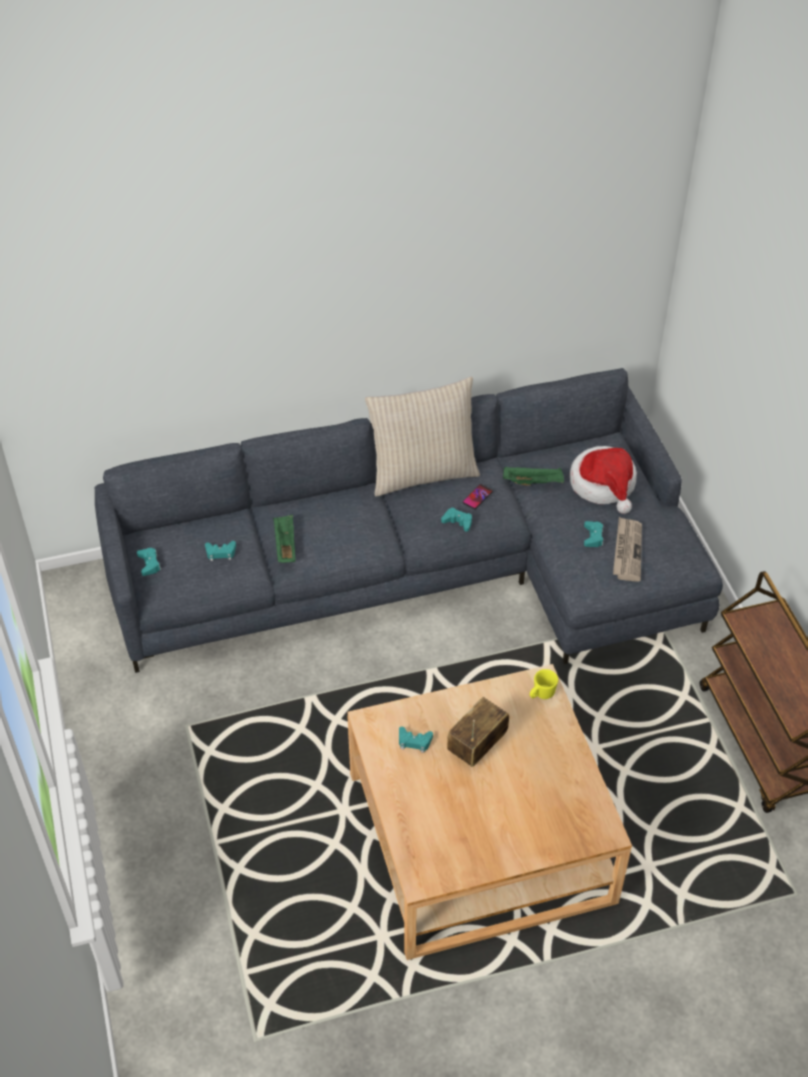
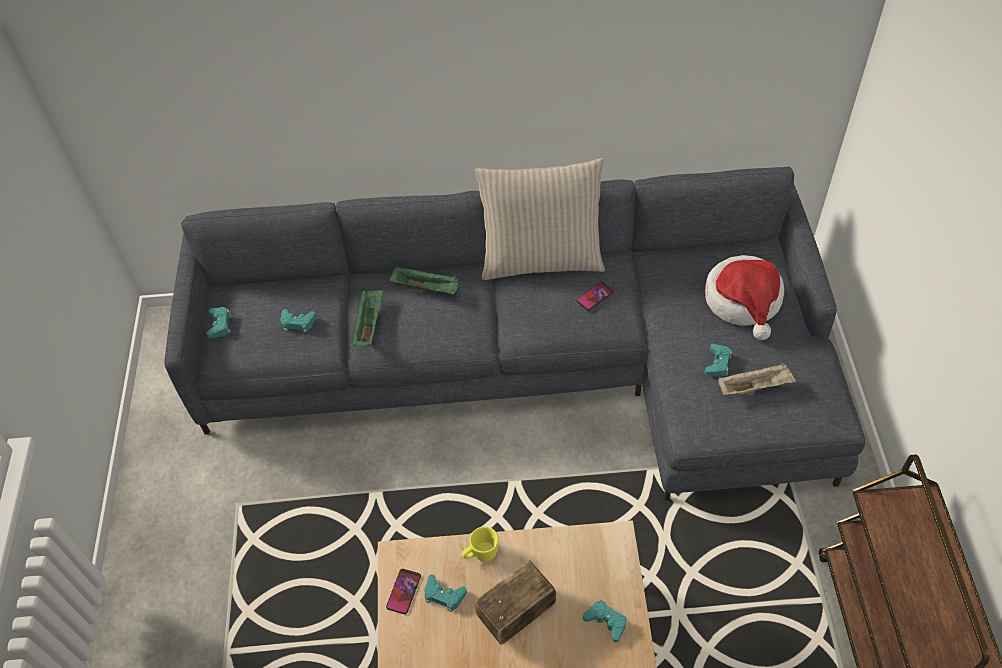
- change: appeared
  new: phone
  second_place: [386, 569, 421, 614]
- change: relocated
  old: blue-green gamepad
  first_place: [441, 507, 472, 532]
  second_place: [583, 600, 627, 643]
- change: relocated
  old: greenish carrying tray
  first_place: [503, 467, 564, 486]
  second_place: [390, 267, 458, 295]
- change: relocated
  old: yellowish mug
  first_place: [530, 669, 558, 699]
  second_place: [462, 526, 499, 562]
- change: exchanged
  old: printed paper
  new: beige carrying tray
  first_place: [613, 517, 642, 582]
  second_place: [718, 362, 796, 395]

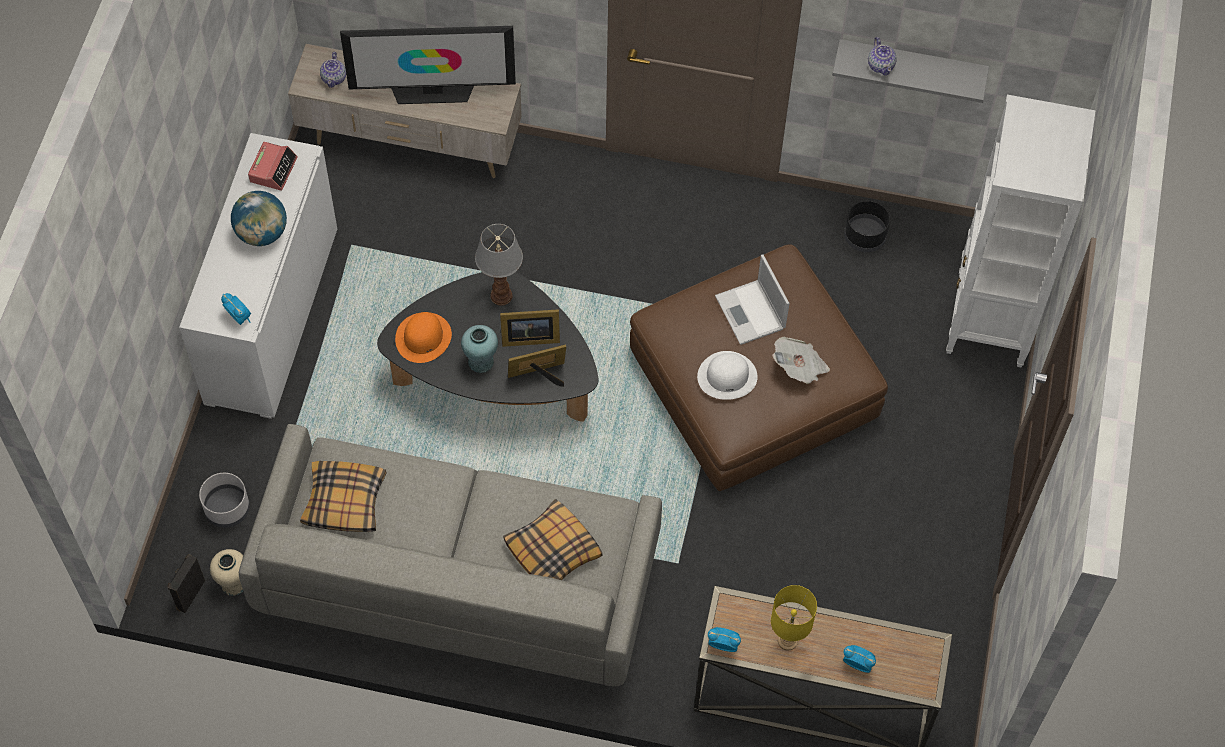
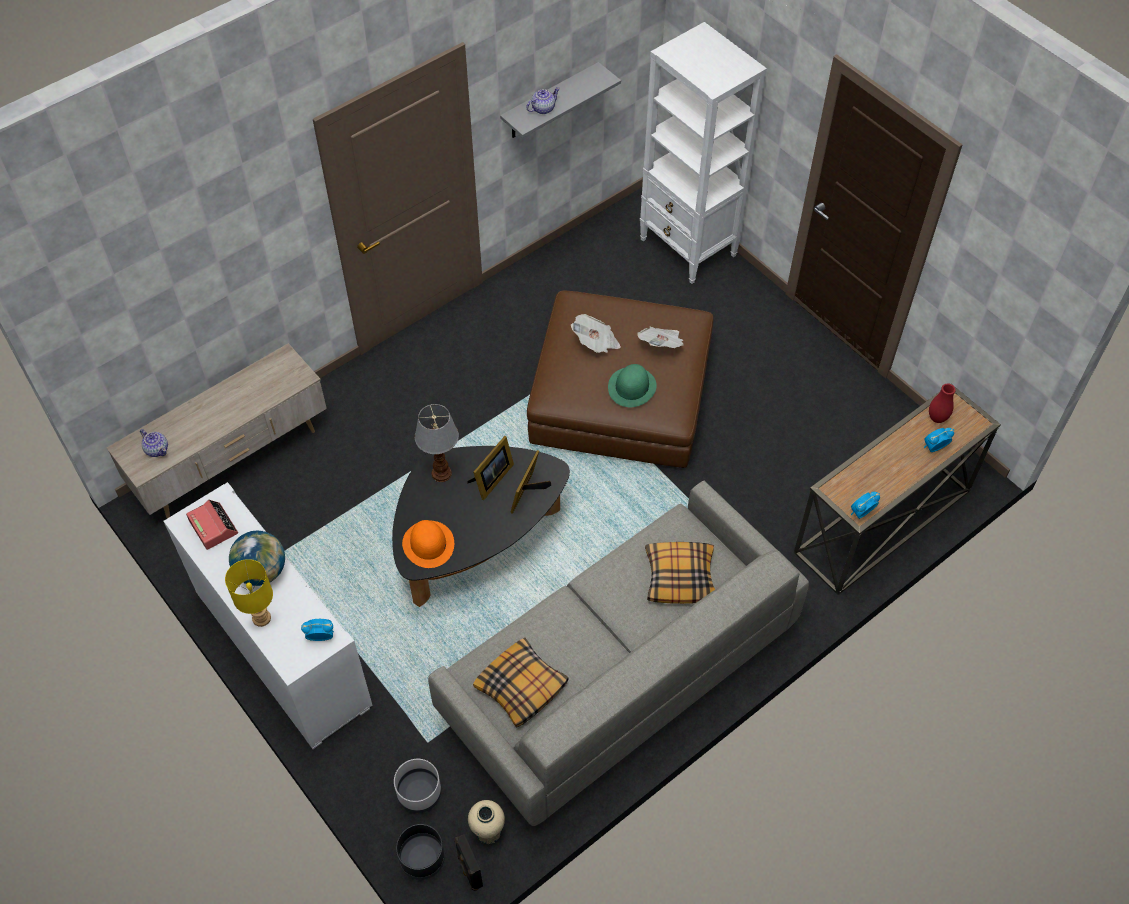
- change: missing
  old: TV
  first_place: [340, 26, 516, 104]
- change: missing
  old: blue-green decorative vase
  first_place: [461, 325, 498, 373]
- change: appeared
  new: reddish decorative vase
  second_place: [929, 383, 956, 423]
- change: relocated
  old: yellowish lamp for a table
  first_place: [771, 585, 817, 650]
  second_place: [225, 559, 273, 627]
- change: relocated
  old: black planter
  first_place: [844, 201, 890, 252]
  second_place: [396, 824, 445, 880]
- change: exchanged
  old: notebook computer
  new: printed paper
  first_place: [715, 255, 790, 345]
  second_place: [571, 314, 621, 353]
- change: colour
  old: white wearable hat
  new: greenish wearable hat
  first_place: [697, 351, 758, 400]
  second_place: [608, 364, 657, 407]
- change: spun
  old: tea pot
  first_place: [868, 37, 897, 76]
  second_place: [526, 87, 560, 114]
  degrees: -60

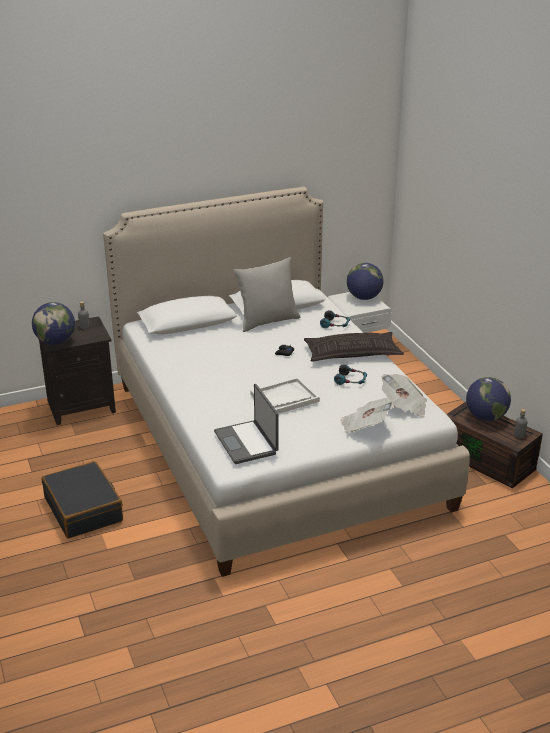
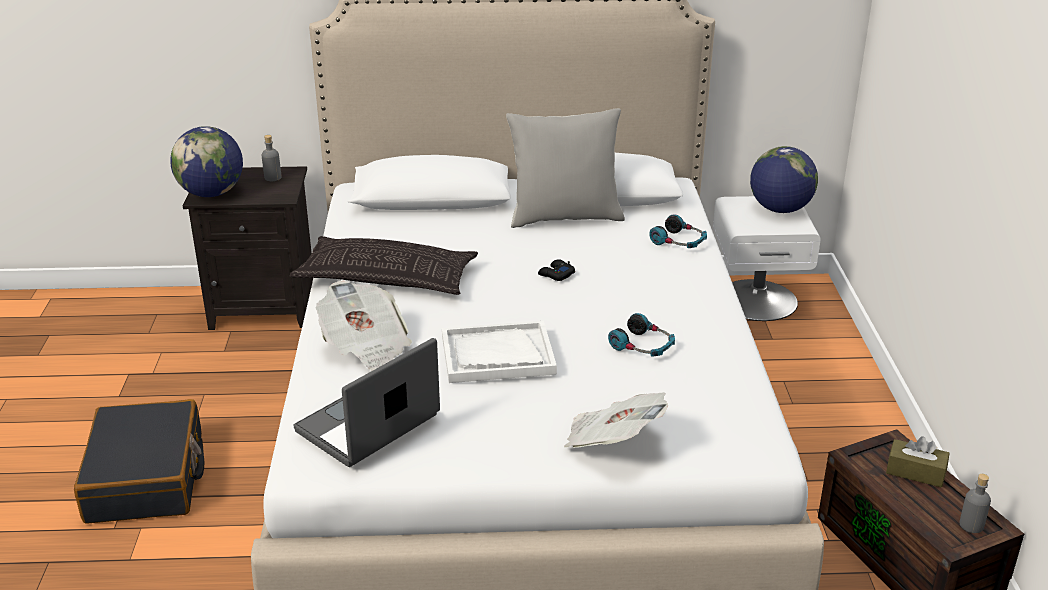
- change: relocated
  old: pillow
  first_place: [304, 332, 404, 362]
  second_place: [289, 236, 478, 295]
- change: relocated
  old: printed paper
  first_place: [382, 374, 427, 417]
  second_place: [316, 280, 412, 371]
- change: exchanged
  old: desk globe
  new: brown-coloured box of tissues
  first_place: [466, 377, 511, 421]
  second_place: [886, 436, 950, 487]
- change: spun
  old: notebook computer
  first_place: [214, 384, 279, 464]
  second_place: [293, 338, 440, 467]
  degrees: 45

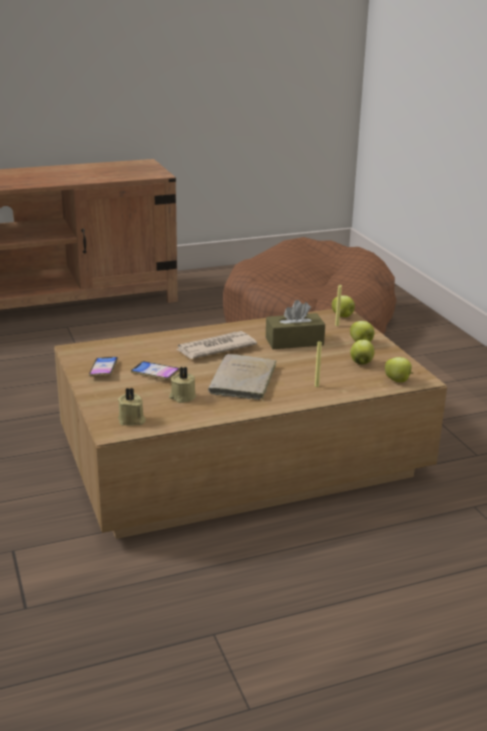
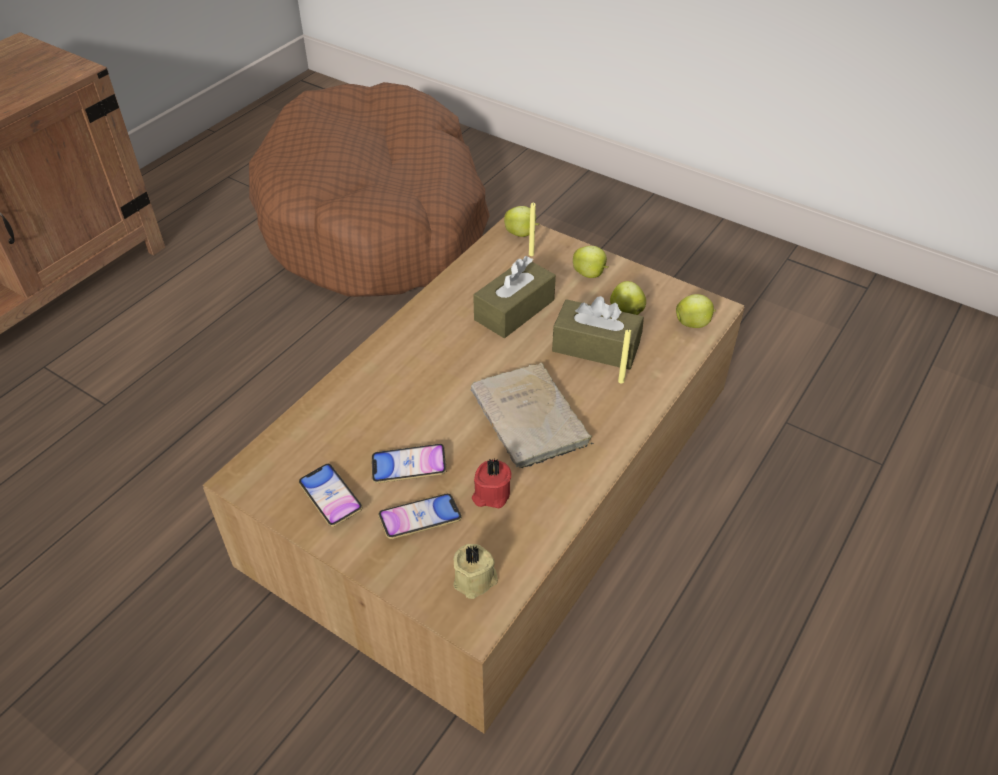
- change: missing
  old: printed paper
  first_place: [176, 331, 257, 359]
- change: appeared
  new: phone
  second_place: [378, 494, 462, 539]
- change: appeared
  new: brown-coloured box of tissues
  second_place: [552, 296, 644, 370]
- change: colour
  old: beige candle
  new: reddish candle
  first_place: [169, 367, 196, 403]
  second_place: [472, 459, 511, 509]

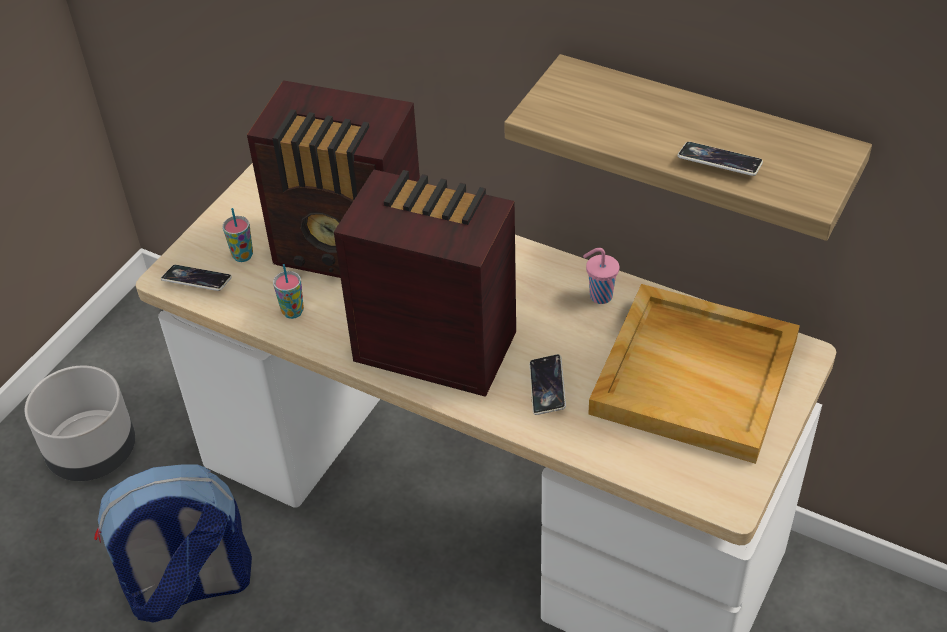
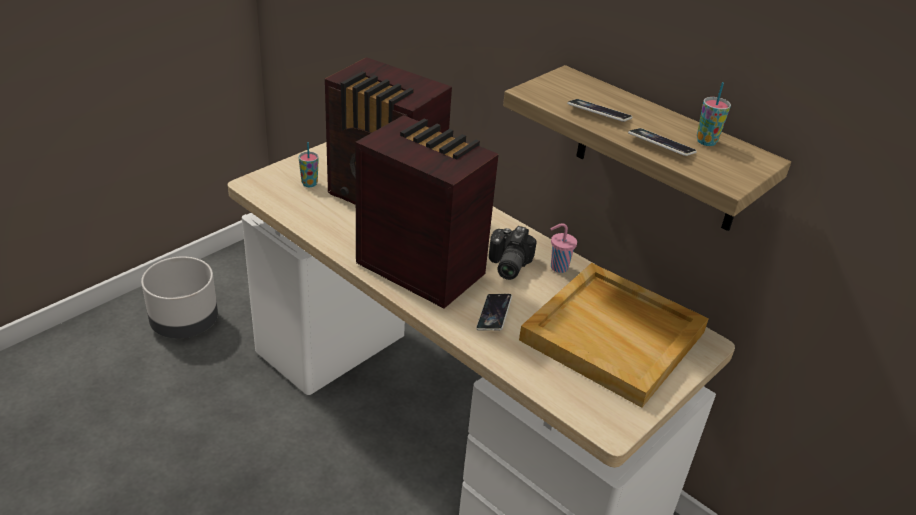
- change: missing
  old: backpack
  first_place: [94, 464, 252, 623]
- change: appeared
  new: still camera
  second_place: [489, 226, 537, 280]
- change: relocated
  old: phone
  first_place: [161, 265, 232, 291]
  second_place: [567, 99, 632, 122]
- change: relocated
  old: small cup
  first_place: [273, 264, 304, 319]
  second_place: [697, 82, 731, 146]

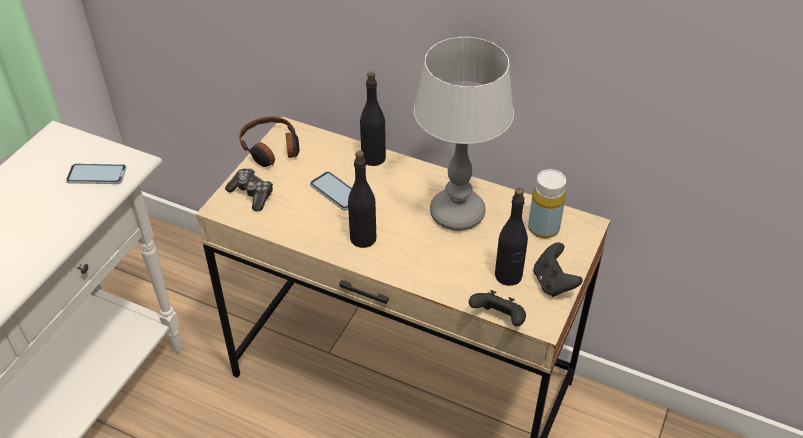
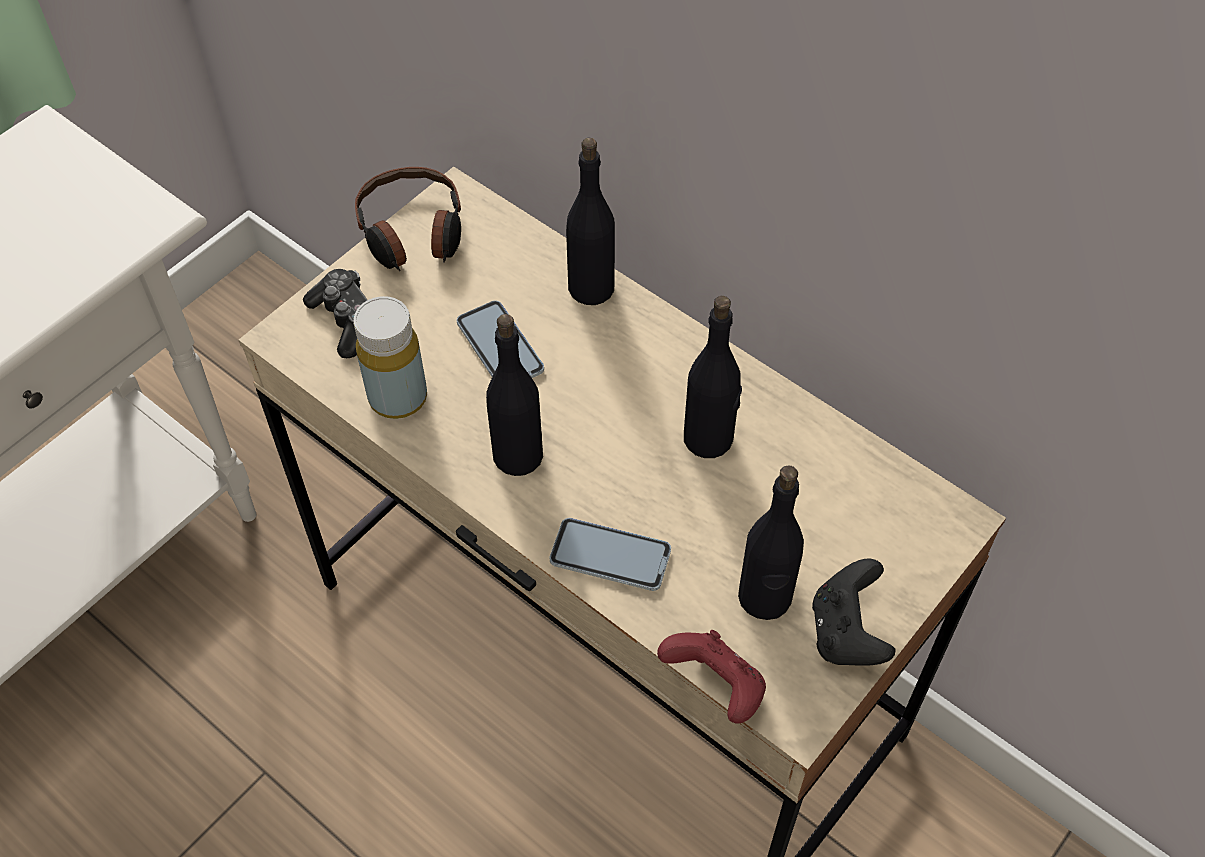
- change: relocated
  old: phone
  first_place: [66, 164, 126, 184]
  second_place: [550, 518, 671, 591]
- change: relocated
  old: yellowish beverage bottle
  first_place: [528, 169, 566, 239]
  second_place: [353, 296, 427, 419]
- change: exchanged
  old: lamp for a table
  new: black beverage bottle
  first_place: [414, 37, 514, 231]
  second_place: [684, 296, 742, 458]
- change: colour
  old: black gamepad
  new: reddish gamepad
  first_place: [469, 290, 526, 326]
  second_place: [657, 630, 766, 724]

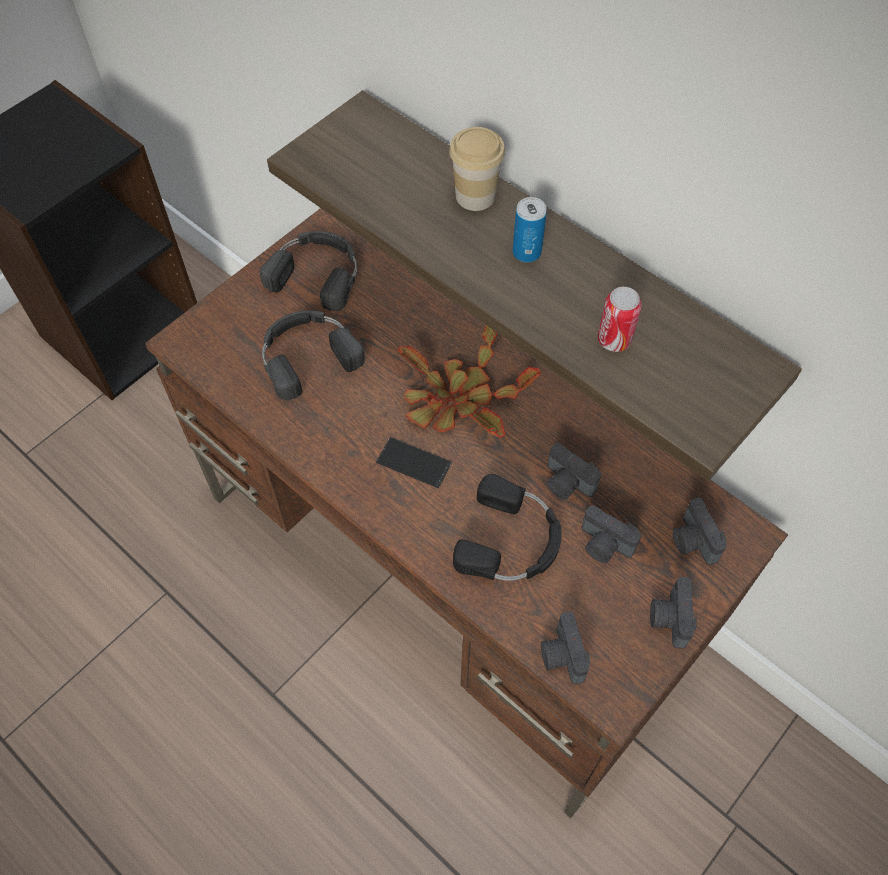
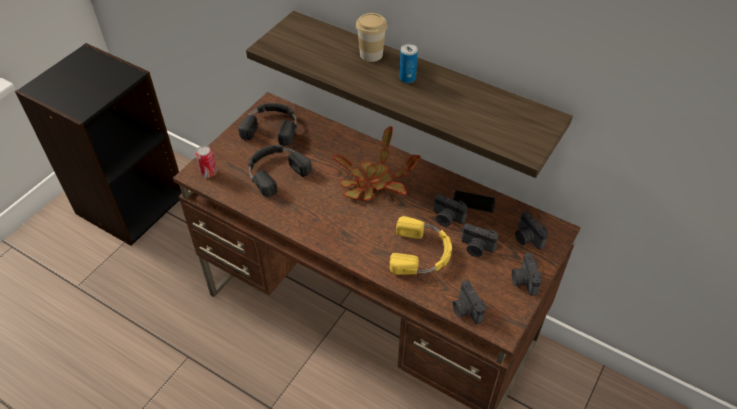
- change: relocated
  old: phone
  first_place: [376, 437, 452, 488]
  second_place: [453, 190, 496, 213]
- change: relocated
  old: sealed can
  first_place: [598, 287, 642, 352]
  second_place: [195, 146, 217, 178]
- change: colour
  old: black headset
  new: yellowish headset
  first_place: [453, 474, 562, 581]
  second_place: [390, 216, 452, 275]

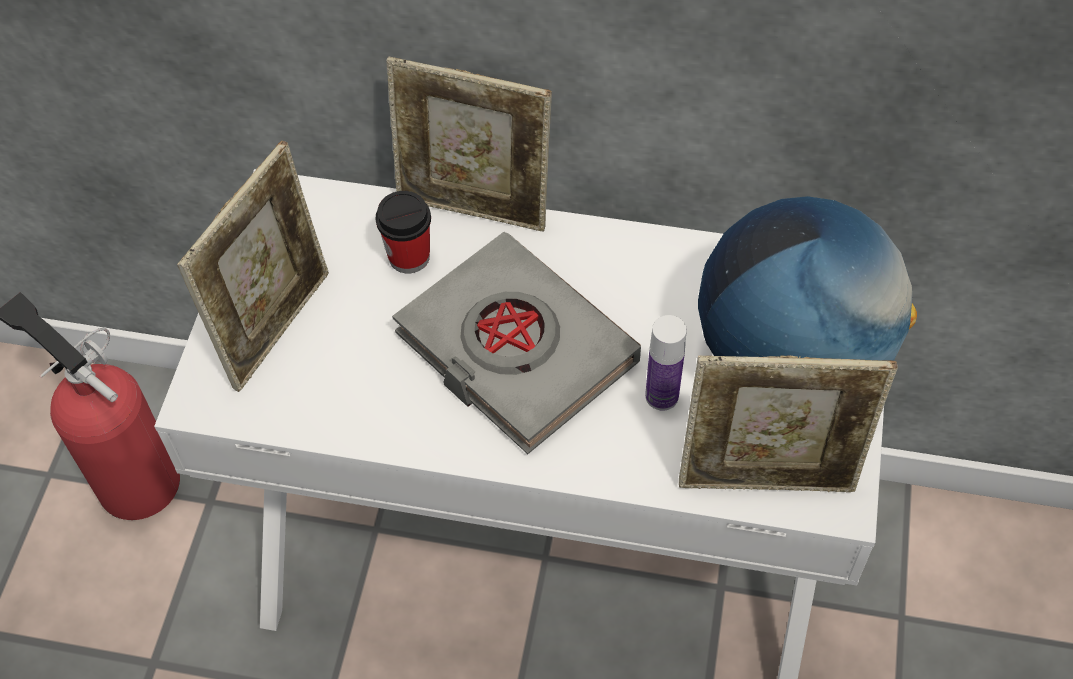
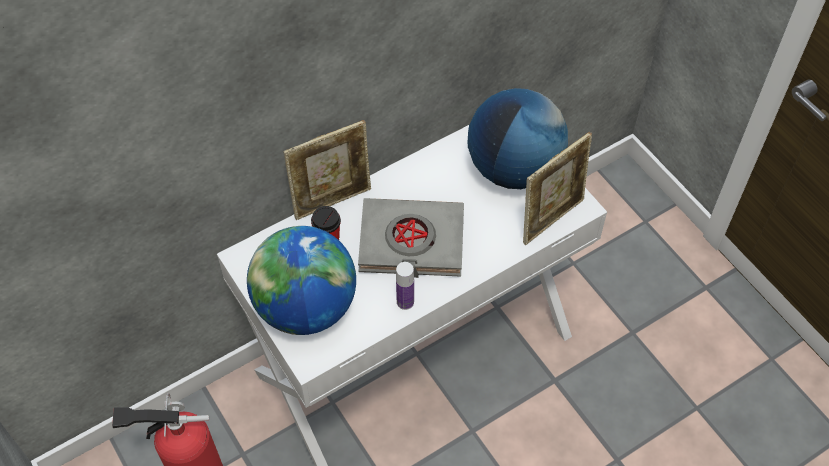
- change: relocated
  old: beverage bottle
  first_place: [645, 315, 687, 411]
  second_place: [396, 262, 414, 310]
- change: exchanged
  old: photo frame
  new: desk globe
  first_place: [177, 141, 329, 392]
  second_place: [247, 226, 356, 335]

